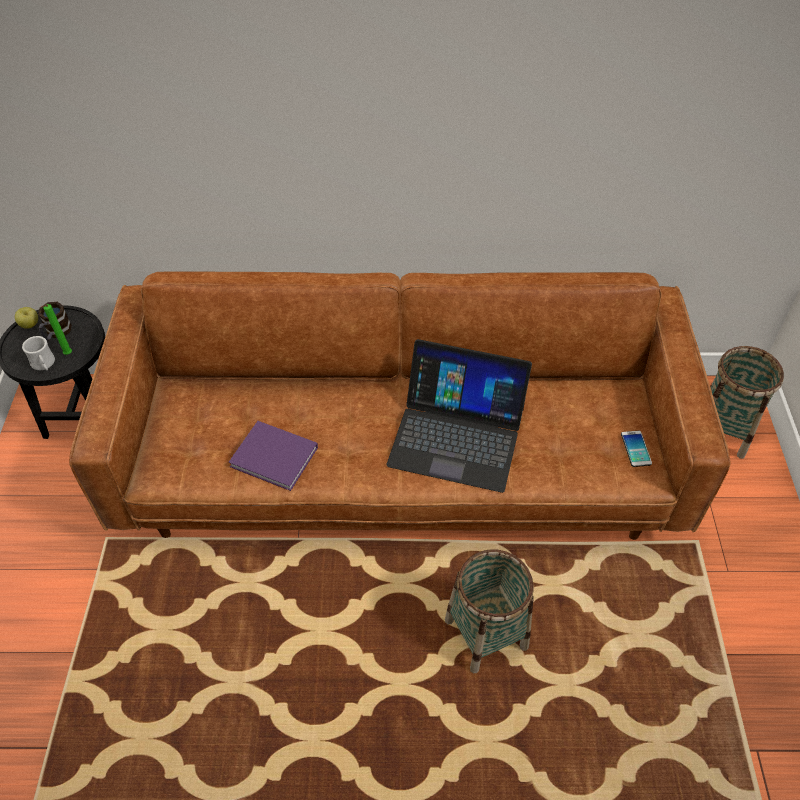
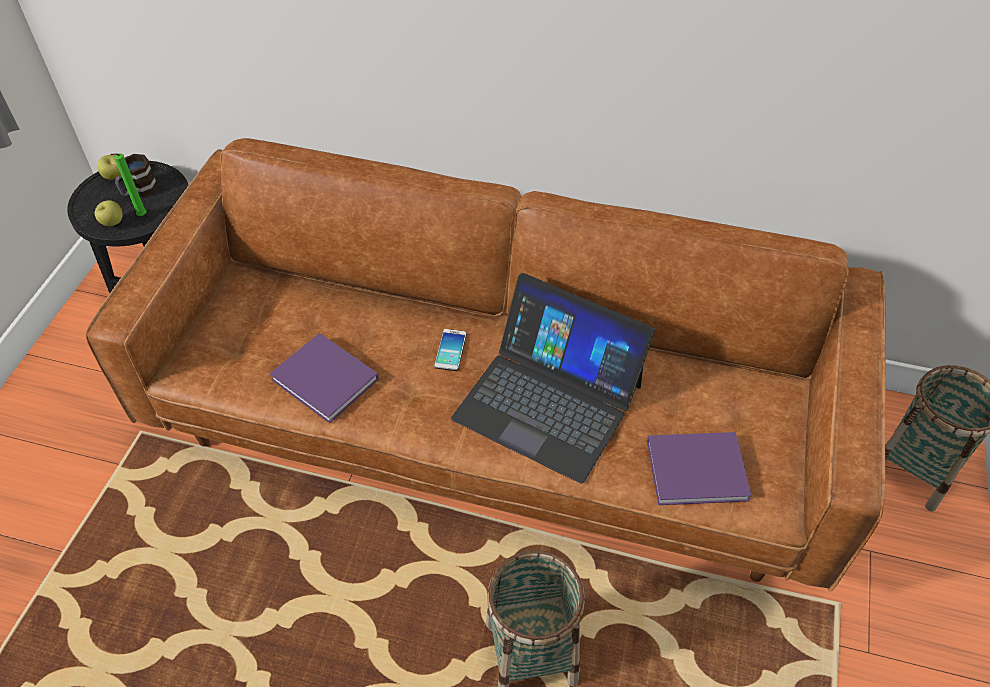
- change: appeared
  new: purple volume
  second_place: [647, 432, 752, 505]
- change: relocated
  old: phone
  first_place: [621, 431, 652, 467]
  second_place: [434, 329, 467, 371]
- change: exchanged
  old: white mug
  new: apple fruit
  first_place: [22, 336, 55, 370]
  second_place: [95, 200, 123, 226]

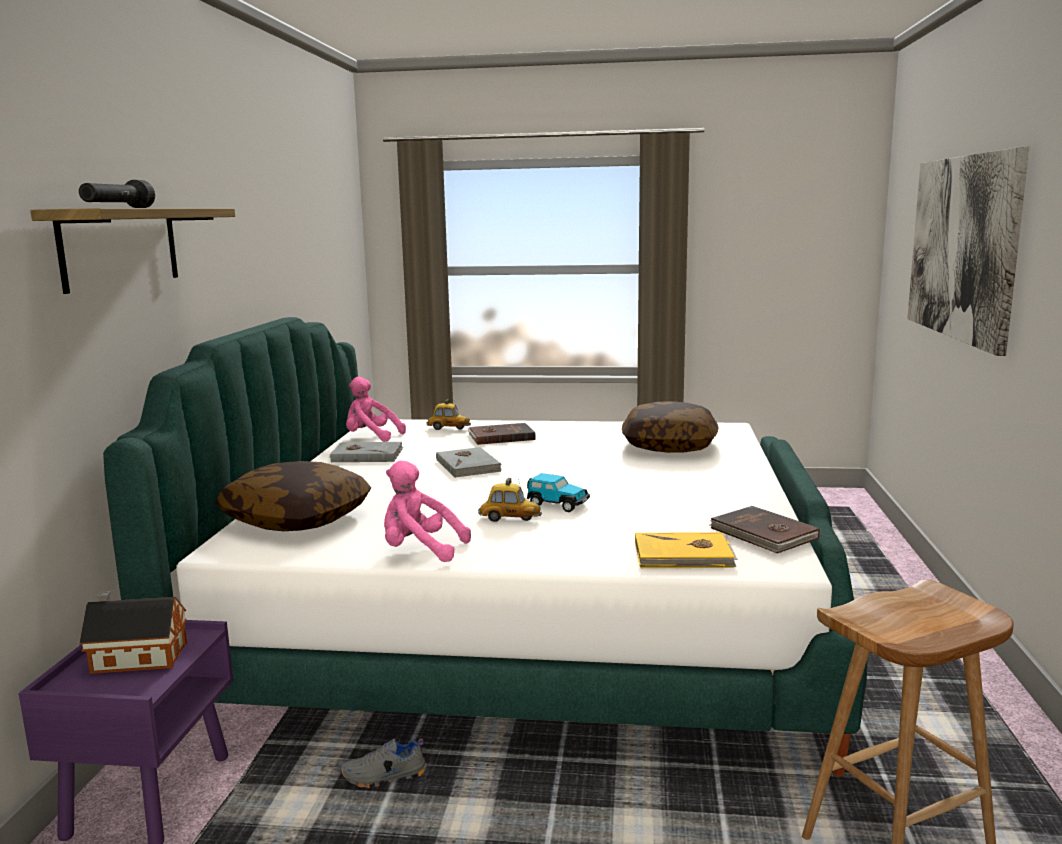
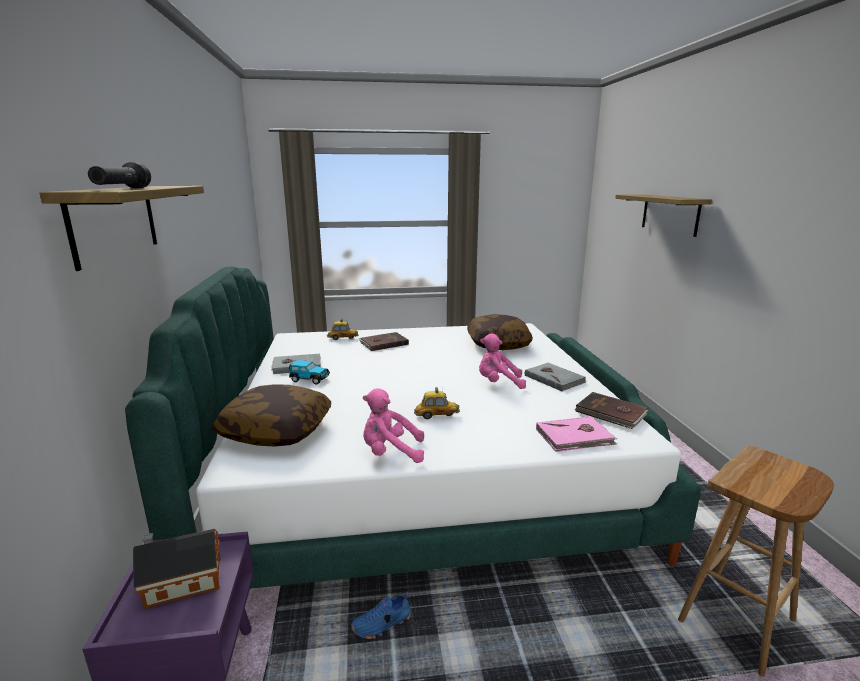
- change: relocated
  old: pinkish cuddly toy
  first_place: [346, 377, 406, 442]
  second_place: [479, 334, 526, 389]
- change: relocated
  old: greyish volume
  first_place: [436, 447, 502, 478]
  second_place: [525, 363, 586, 391]
- change: relocated
  old: toy car
  first_place: [527, 473, 590, 512]
  second_place: [289, 360, 330, 385]
- change: exchanged
  old: wall art
  new: shelf
  first_place: [907, 147, 1029, 356]
  second_place: [615, 194, 712, 237]
- change: colour
  old: greyish shoe
  new: blue-coloured shoe
  first_place: [341, 738, 427, 788]
  second_place: [351, 592, 412, 639]
- change: colour
  old: yellowish volume
  new: pinkish volume
  first_place: [635, 532, 738, 568]
  second_place: [536, 416, 617, 452]

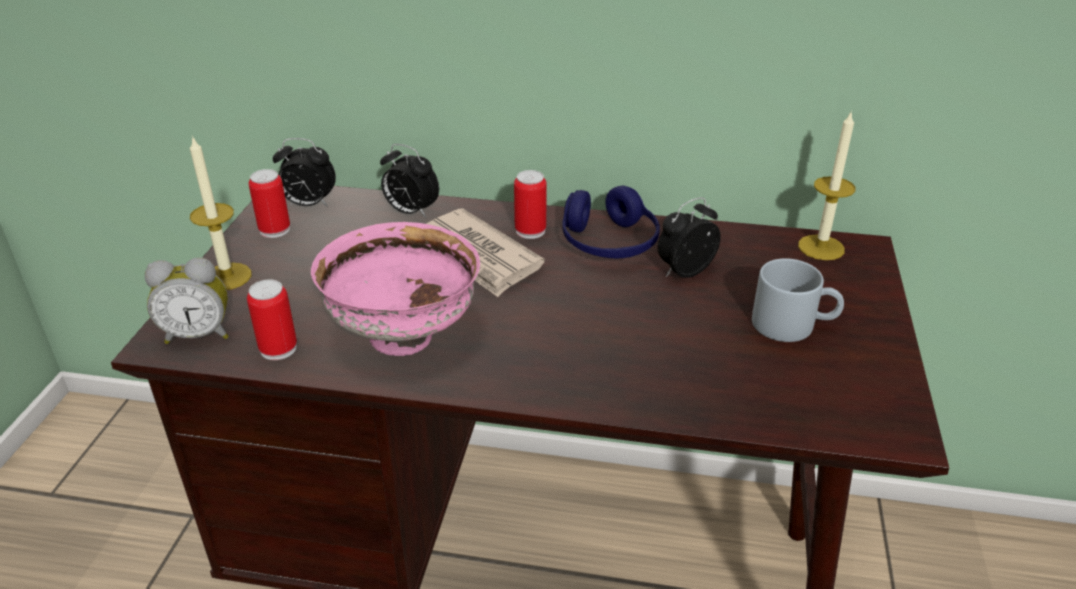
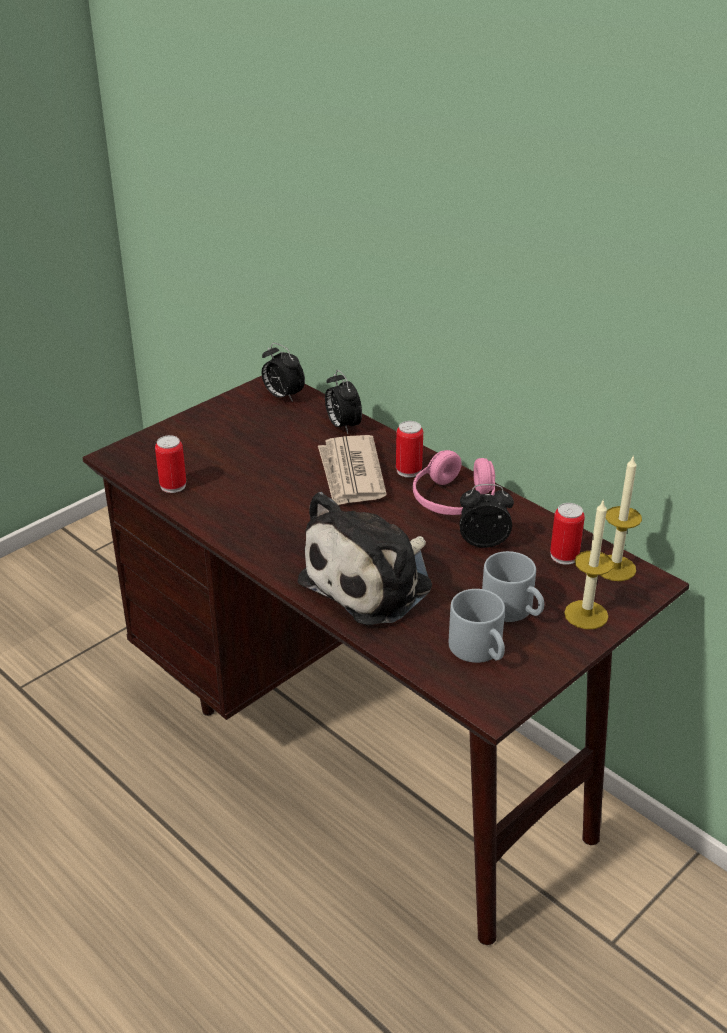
- change: missing
  old: alarm clock
  first_place: [145, 257, 229, 344]
- change: missing
  old: pinkish deep dish
  first_place: [311, 222, 480, 356]
- change: appeared
  new: cuddly toy
  second_place: [297, 492, 432, 625]
- change: appeared
  new: greyish mug
  second_place: [449, 589, 505, 663]
- change: relocated
  old: candle
  first_place: [190, 135, 252, 290]
  second_place: [564, 499, 613, 629]
- change: relocated
  old: sealed can
  first_place: [249, 169, 290, 238]
  second_place: [550, 503, 585, 565]
- change: colour
  old: blue-coloured headset
  new: pinkish headset
  first_place: [562, 186, 660, 258]
  second_place: [413, 450, 495, 515]

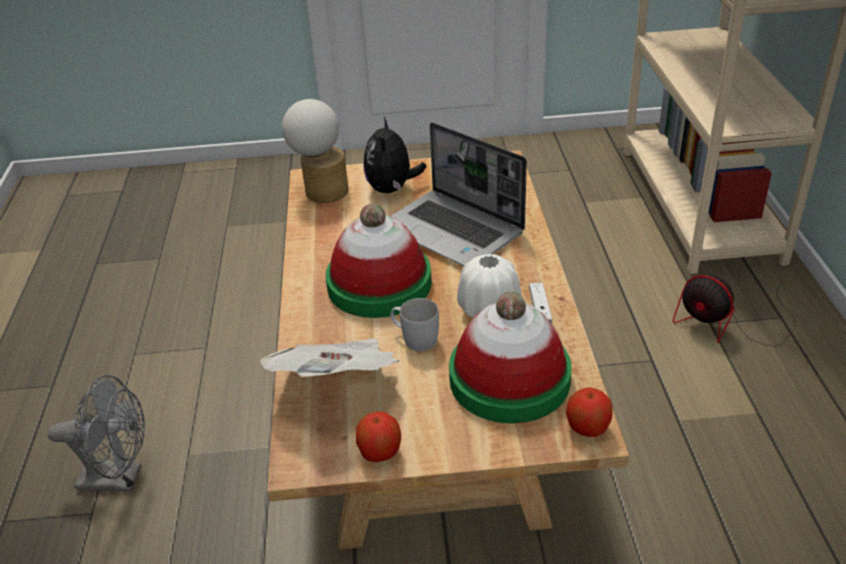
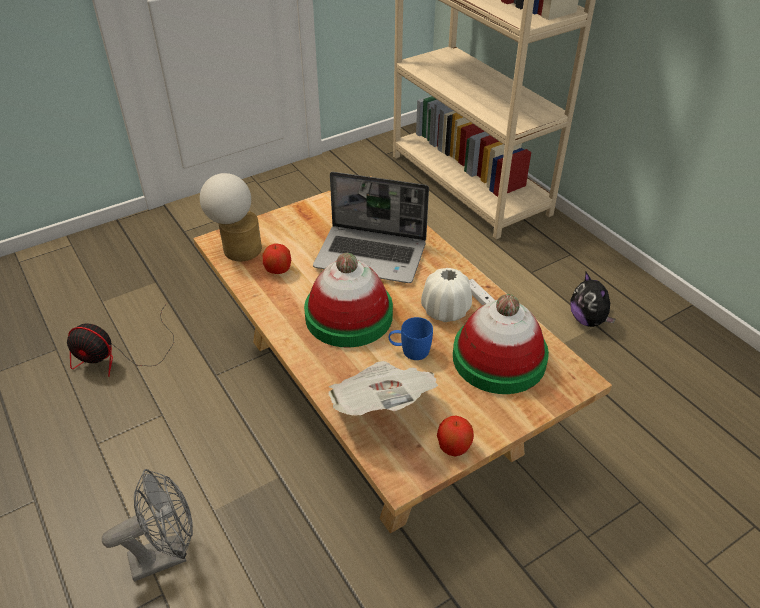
- change: relocated
  old: cuddly toy
  first_place: [363, 117, 426, 193]
  second_place: [570, 272, 615, 327]
- change: relocated
  old: apple fruit
  first_place: [566, 387, 613, 437]
  second_place: [263, 243, 291, 274]
- change: relocated
  old: cooling fan
  first_place: [673, 274, 796, 347]
  second_place: [67, 303, 174, 377]
- change: colour
  old: white mug
  new: blue-coloured mug
  first_place: [390, 298, 439, 351]
  second_place: [389, 317, 433, 360]

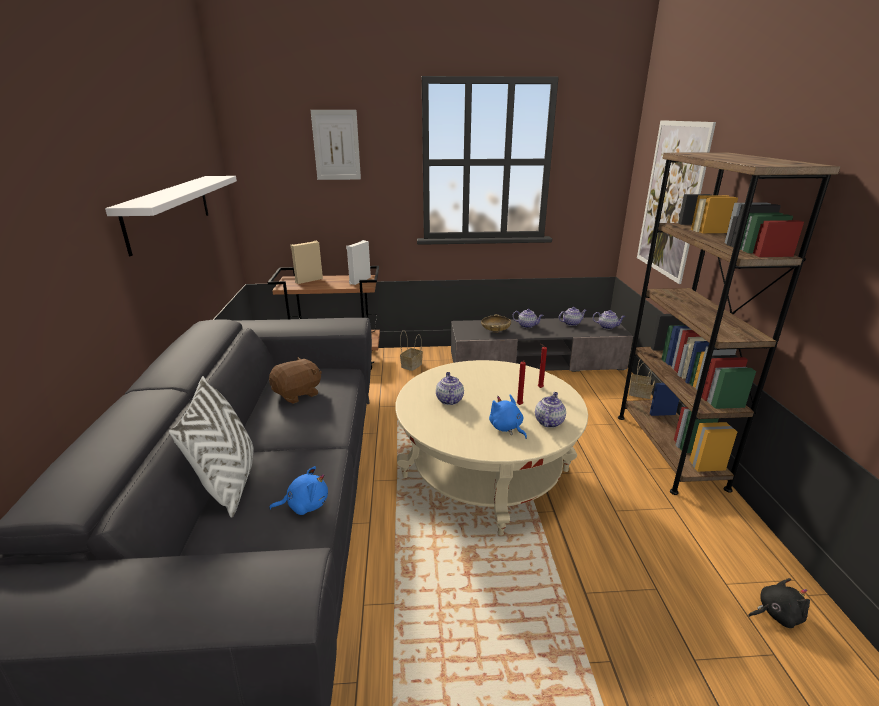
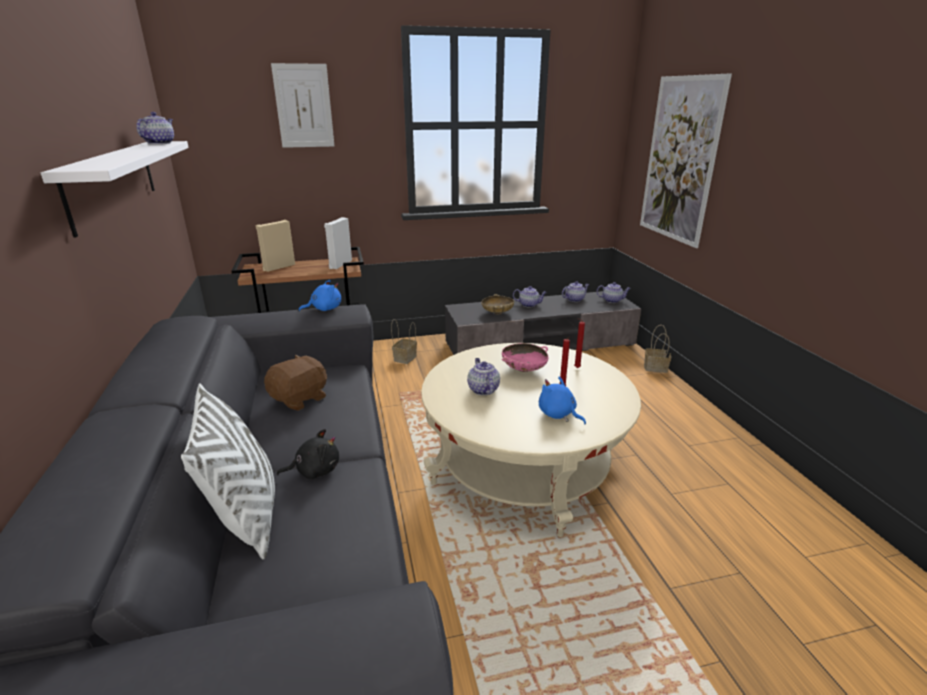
- change: missing
  old: brown-coloured shelving unit
  first_place: [618, 152, 840, 495]
- change: appeared
  new: pinkish deep dish
  second_place: [502, 343, 549, 372]
- change: relocated
  old: blue-coloured cuddly toy
  first_place: [269, 466, 328, 515]
  second_place: [298, 280, 341, 311]
- change: relocated
  old: tea pot
  first_place: [535, 392, 566, 428]
  second_place: [136, 112, 174, 144]
- change: relocated
  old: black cuddly toy
  first_place: [748, 578, 810, 628]
  second_place: [277, 429, 339, 480]

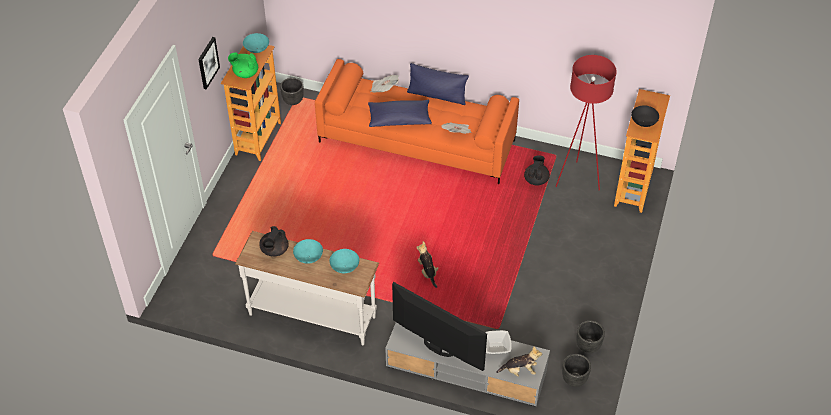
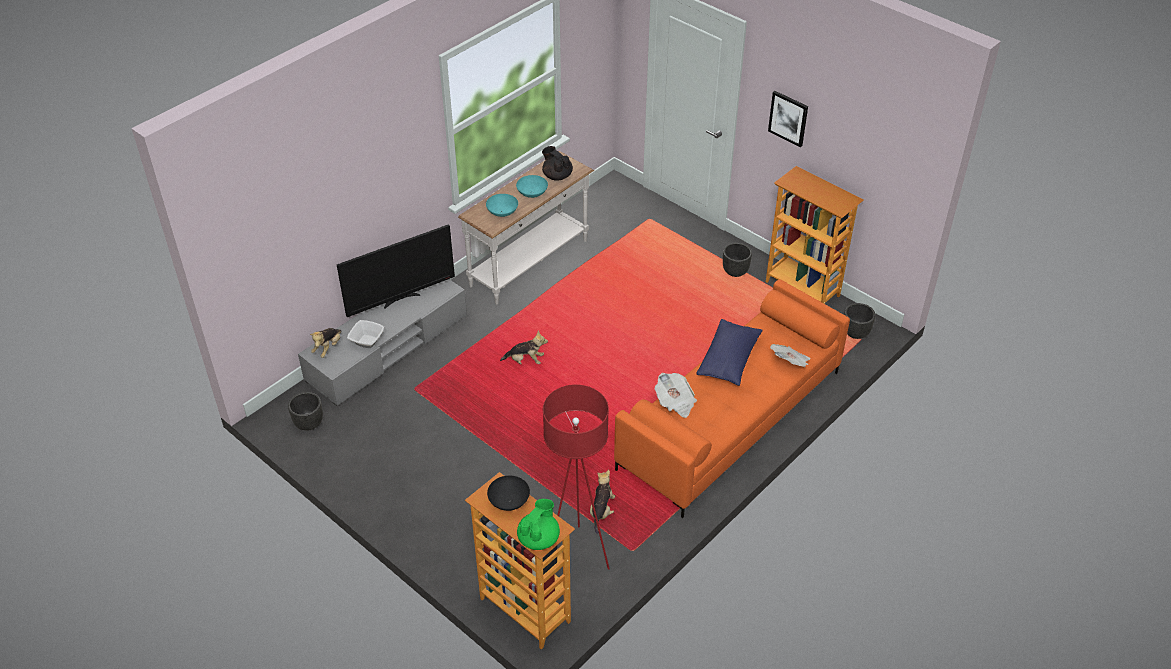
- change: missing
  old: blue-green deep dish
  first_place: [243, 33, 269, 53]
- change: missing
  old: blue-coloured pillow
  first_place: [407, 63, 469, 105]
- change: relocated
  old: greenish tea pot
  first_place: [228, 53, 258, 78]
  second_place: [517, 499, 560, 550]
- change: relocated
  old: black planter
  first_place: [576, 321, 605, 353]
  second_place: [723, 243, 752, 277]
- change: exchanged
  old: black tea pot
  new: cuddly toy
  first_place: [524, 155, 550, 185]
  second_place: [590, 469, 615, 534]

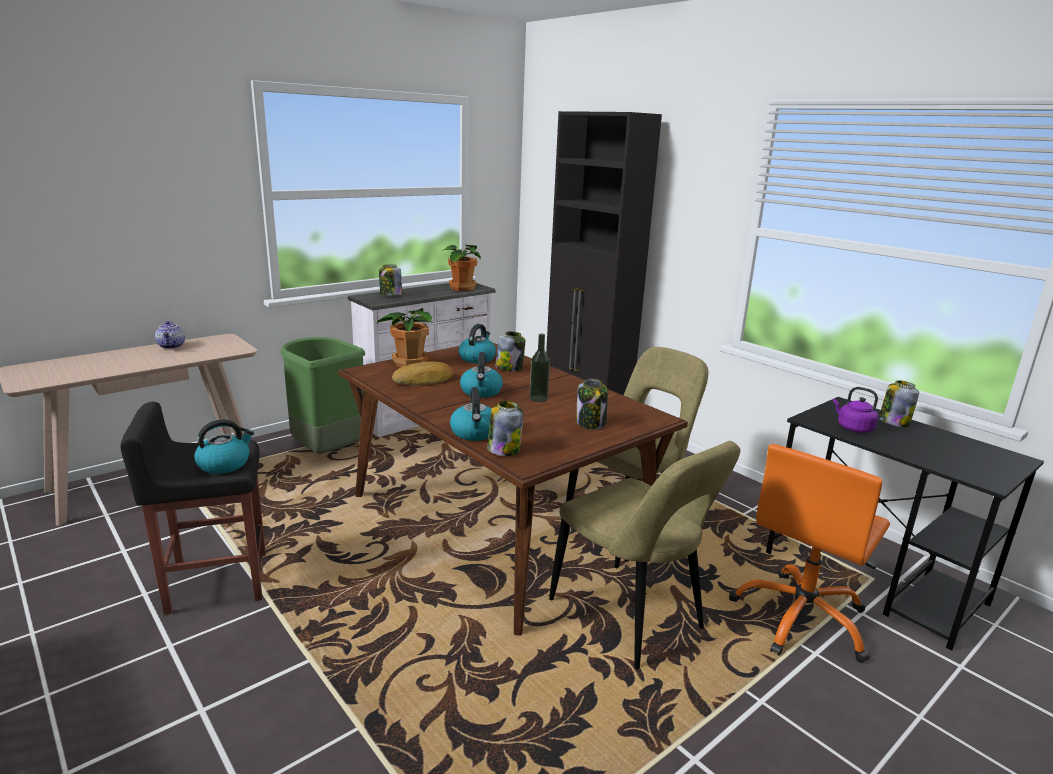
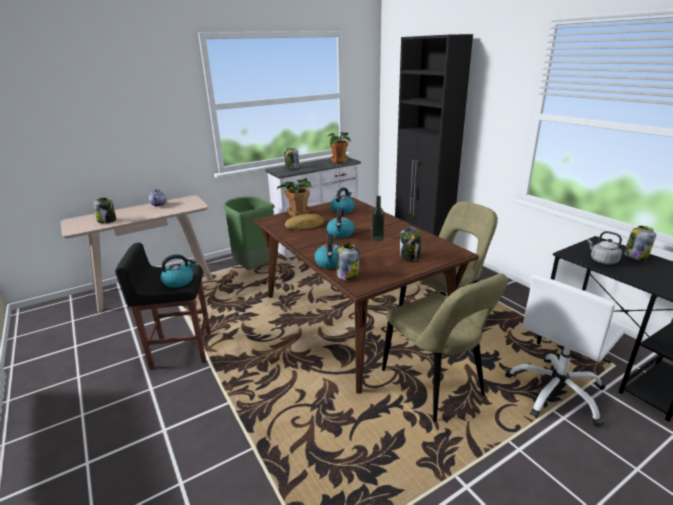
- change: relocated
  old: storage jar
  first_place: [495, 331, 525, 371]
  second_place: [93, 198, 116, 223]
- change: colour
  old: orangey computer chair
  new: white computer chair
  first_place: [729, 444, 890, 663]
  second_place: [505, 274, 625, 427]
- change: colour
  old: purple tea kettle
  new: greyish tea kettle
  first_place: [833, 387, 878, 433]
  second_place: [588, 231, 622, 265]

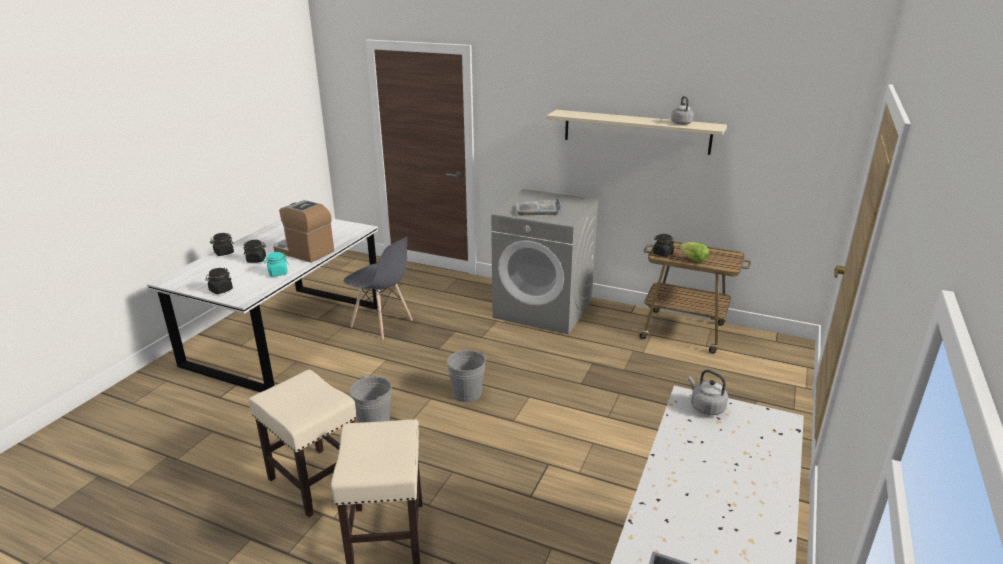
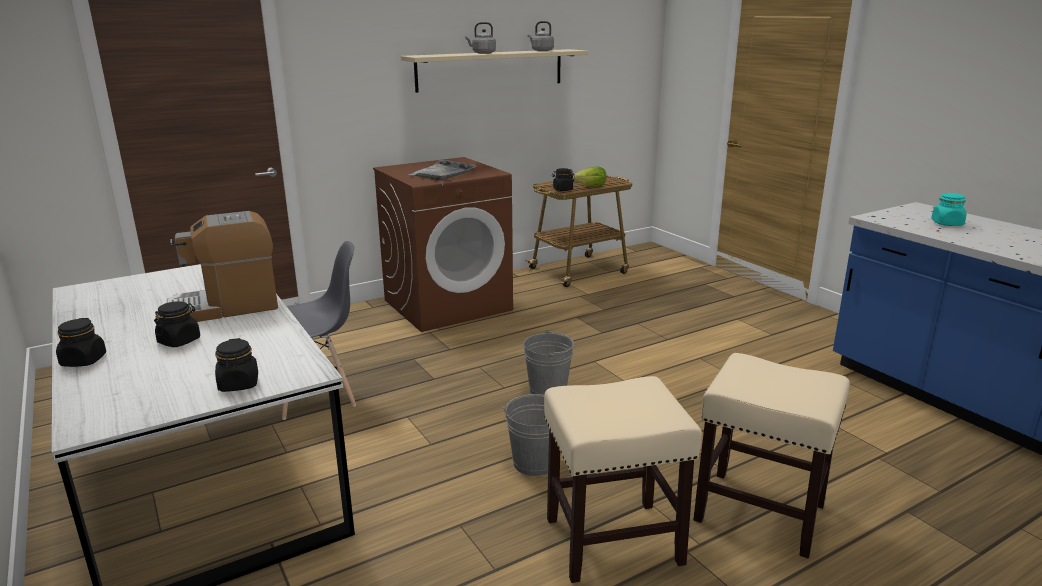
- change: relocated
  old: blue-green storage jar
  first_place: [263, 252, 289, 277]
  second_place: [931, 193, 966, 226]
- change: relocated
  old: greyish tea kettle
  first_place: [688, 370, 728, 415]
  second_place: [465, 22, 496, 54]
- change: colour
  old: greyish laundry appliance
  new: brown-coloured laundry appliance
  first_place: [491, 189, 599, 334]
  second_place: [373, 157, 513, 332]

